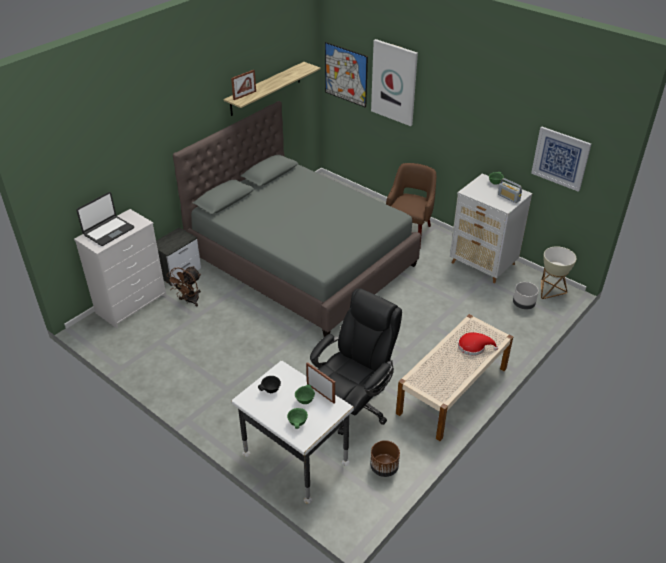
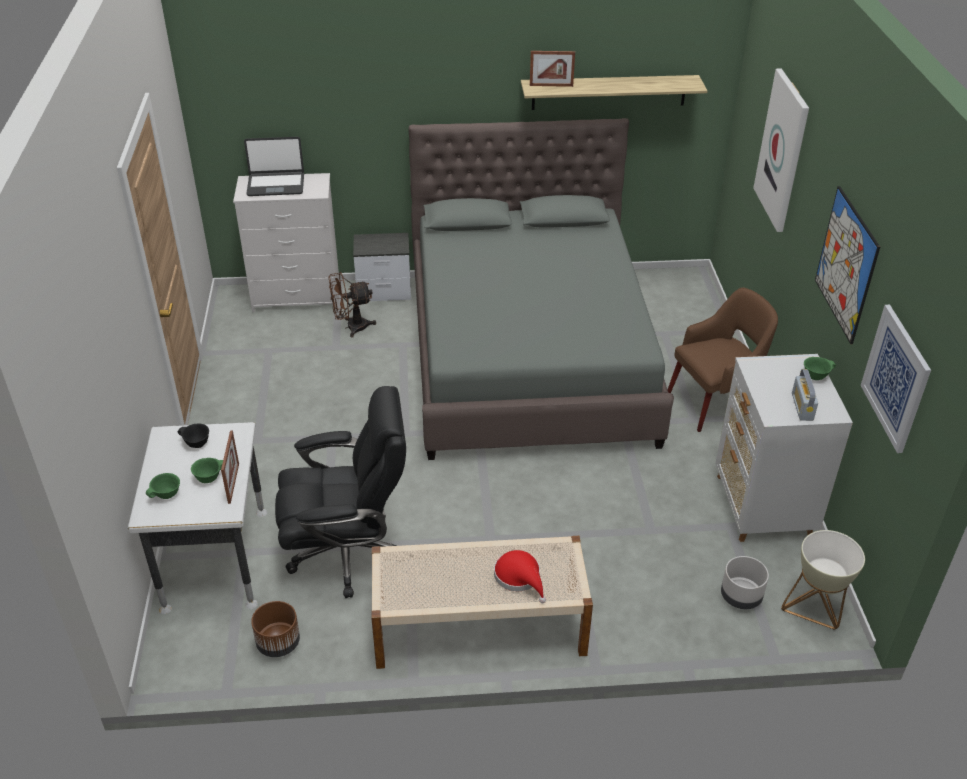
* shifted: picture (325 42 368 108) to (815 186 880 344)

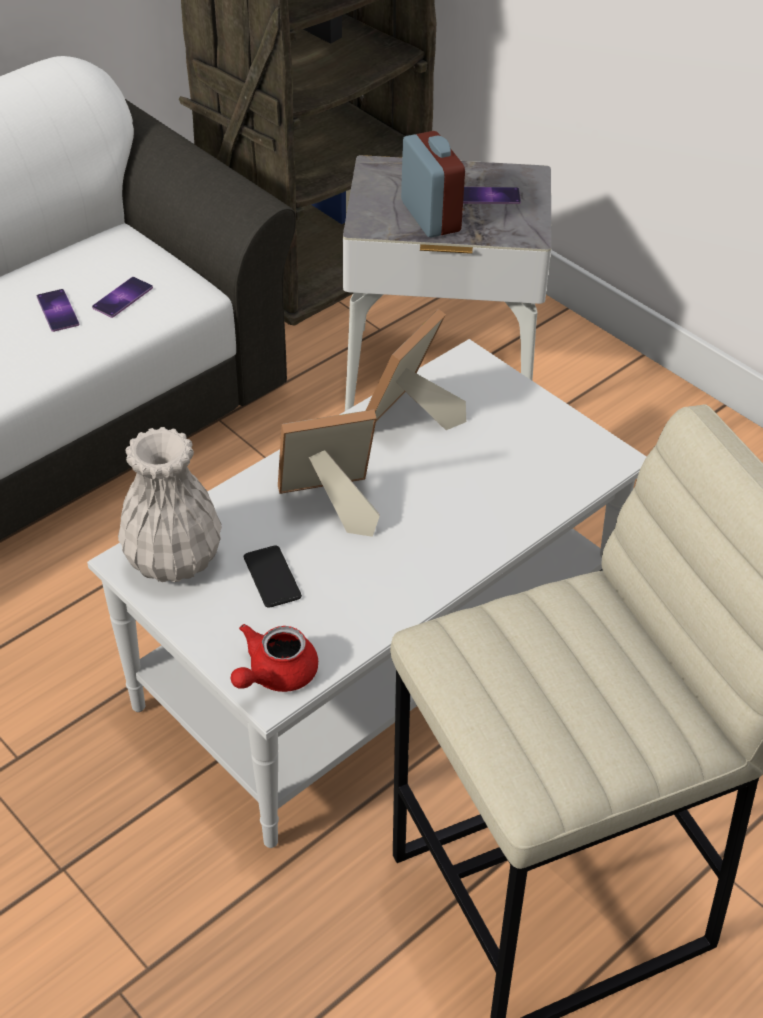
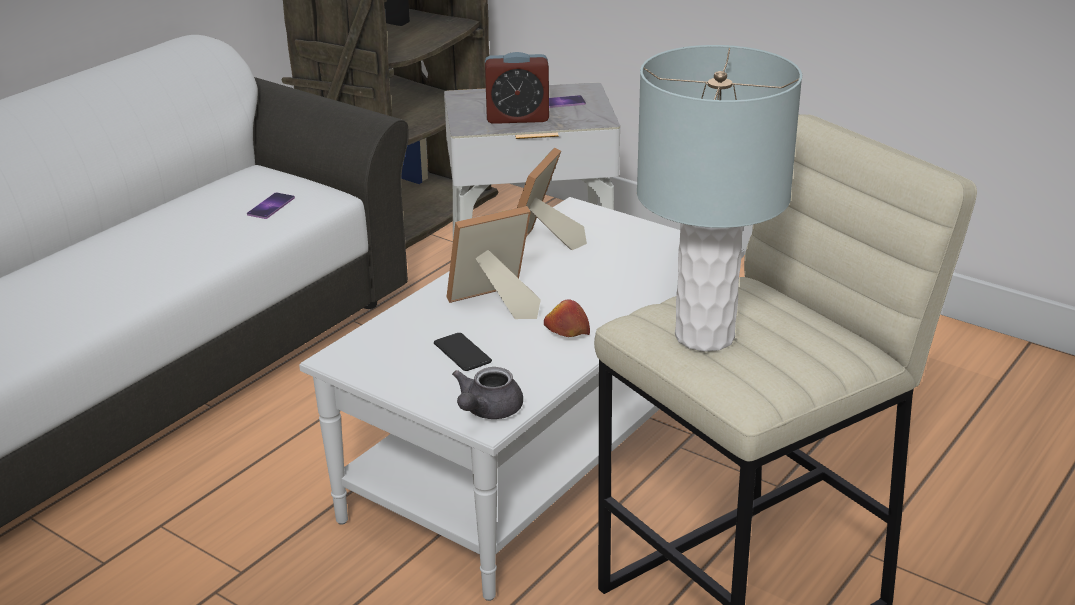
* gone: phone (37 289 80 332)
* gone: vase/white (118 427 222 582)
* new: apple (544 300 590 337)
* new: table lamp/grey (637 45 802 352)
* repainted: teapot/red (231 624 318 692) to teapot/grey (452 367 523 419)
* rotated: alarm clock (401 131 465 238) = (485 52 549 124) 120 degrees clockwise

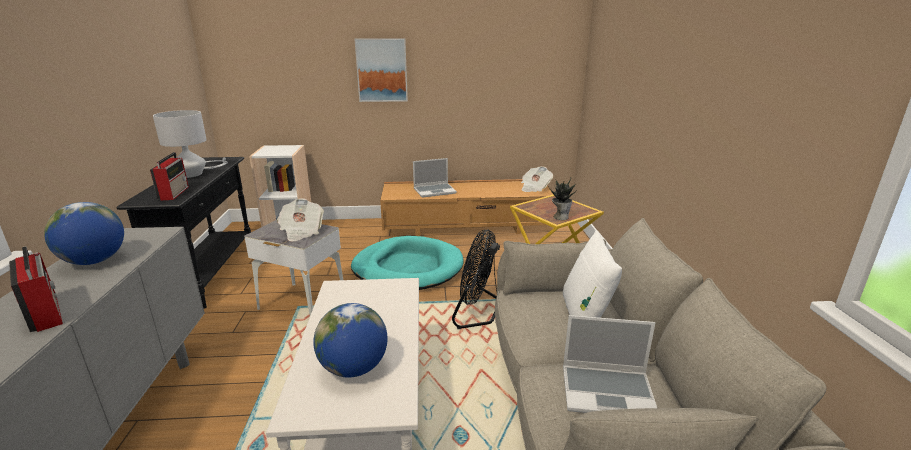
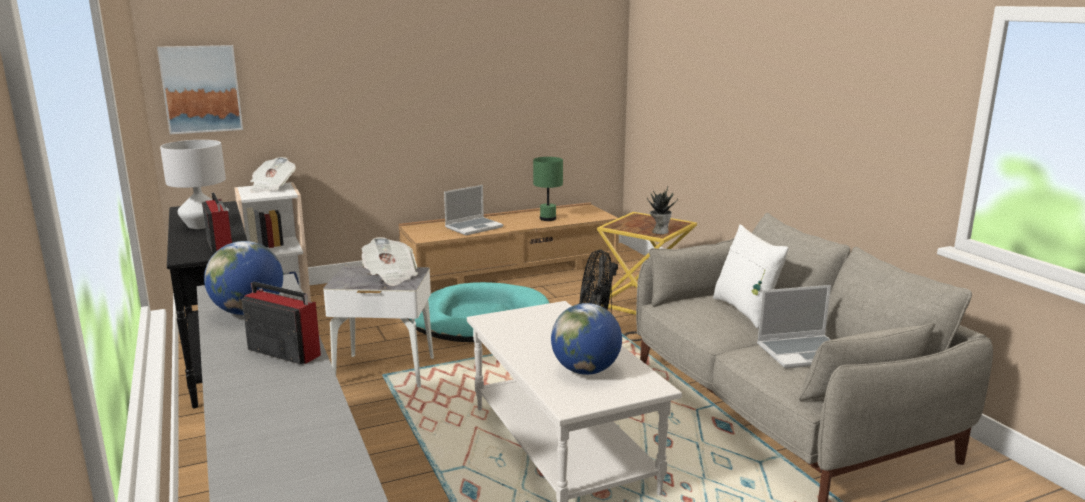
* new: table lamp/green (533 157 563 221)
* shifted: picture (355 38 408 102) to (157 45 243 134)
* shifted: newspaper (521 166 553 192) to (250 157 296 193)

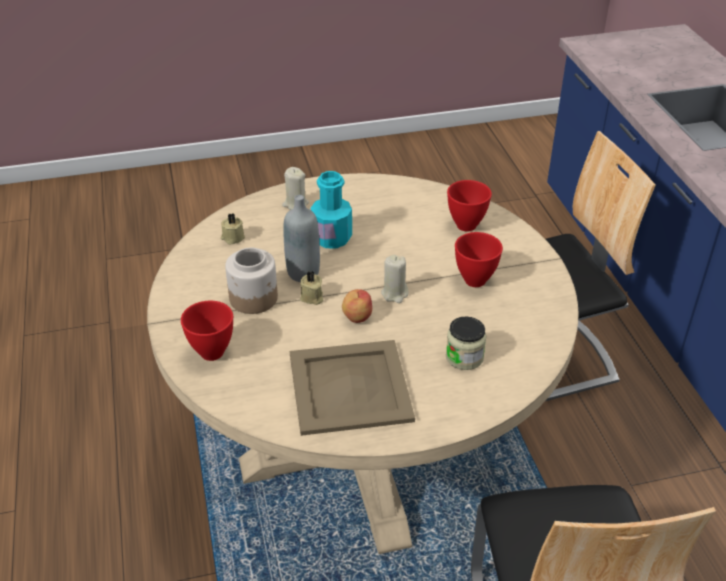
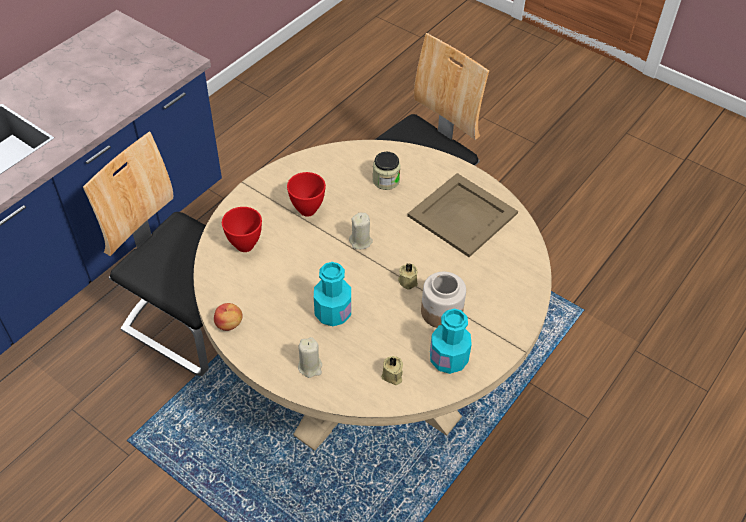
* gone: bowl/red (181 301 233 361)
* gone: bottle/grey (283 195 320 282)
* new: bottle/turquoise (430 309 472 374)
* shifted: apple (342 289 372 323) to (214 303 243 331)

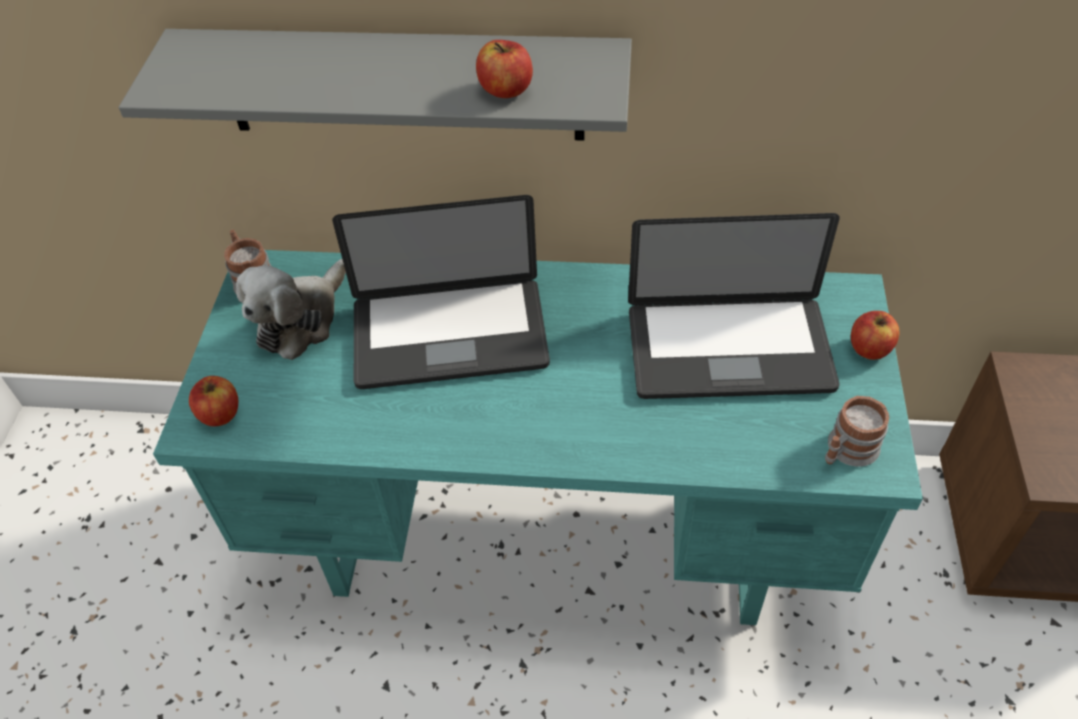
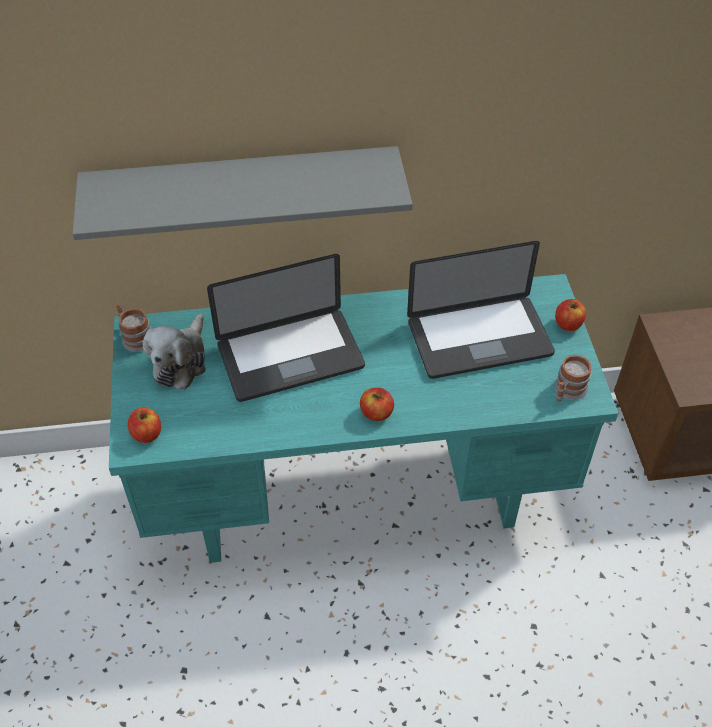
* shifted: apple (476 40 533 98) to (360 388 394 421)

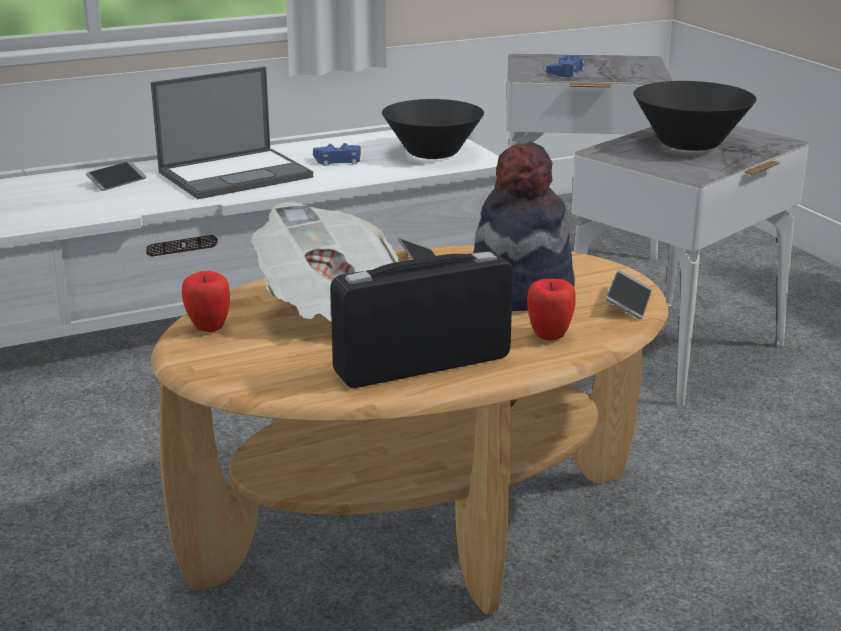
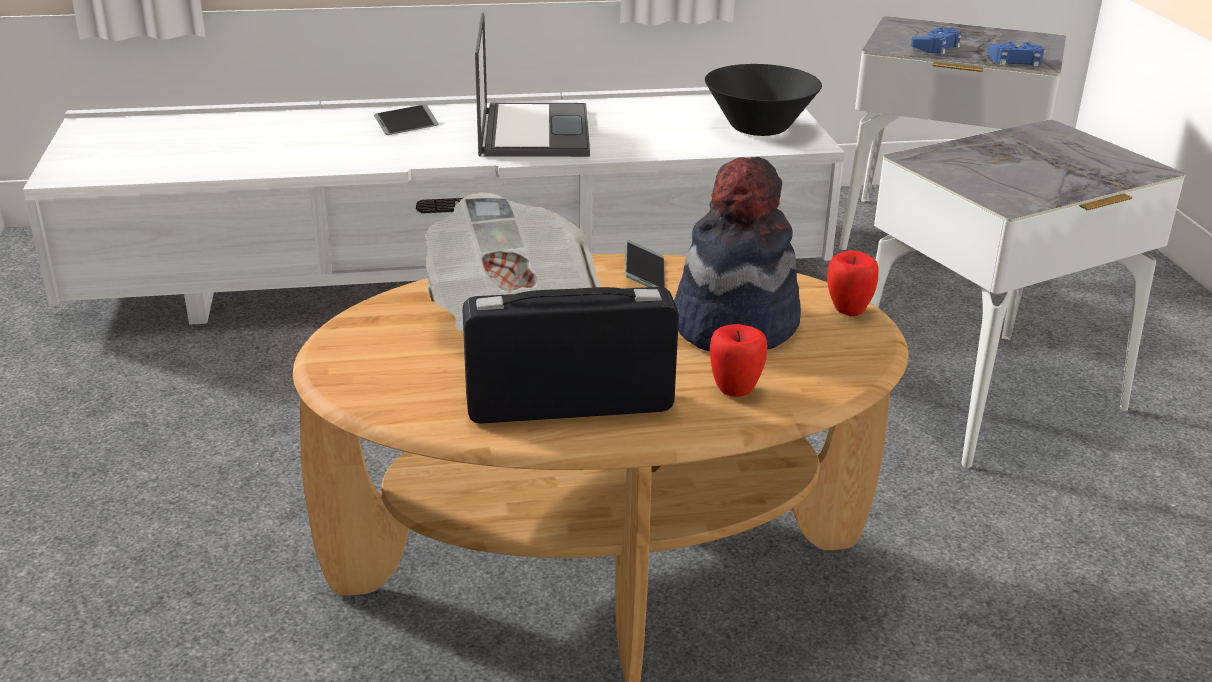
* gone: phone (606 270 652 319)
* gone: bowl/black (633 81 757 151)
* shifted: apple (182 271 230 332) to (827 250 879 316)
* shifted: game controller/blue (313 143 360 166) to (987 41 1045 67)
* rotated: laptop (151 67 313 199) = (475 13 590 157) 75 degrees counterclockwise

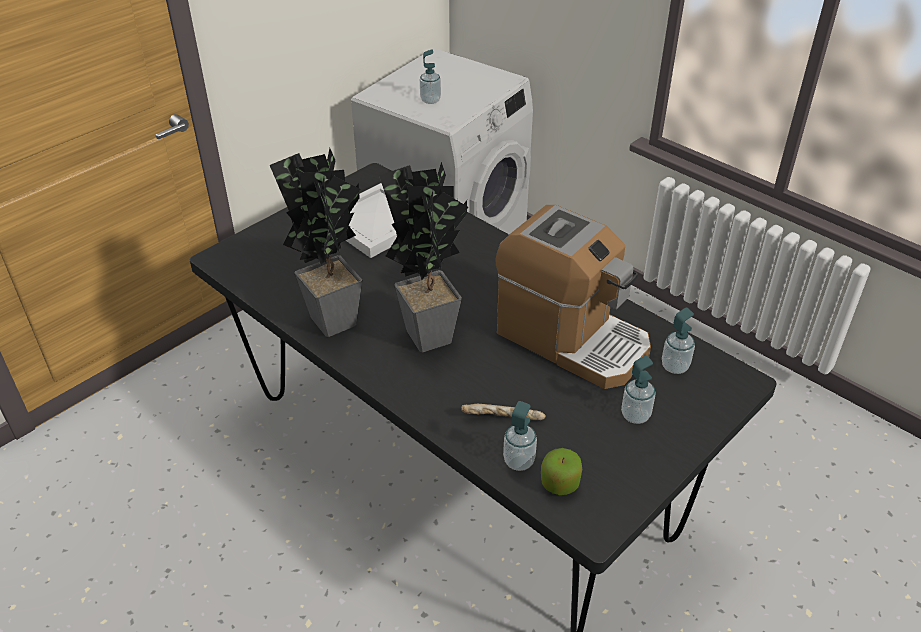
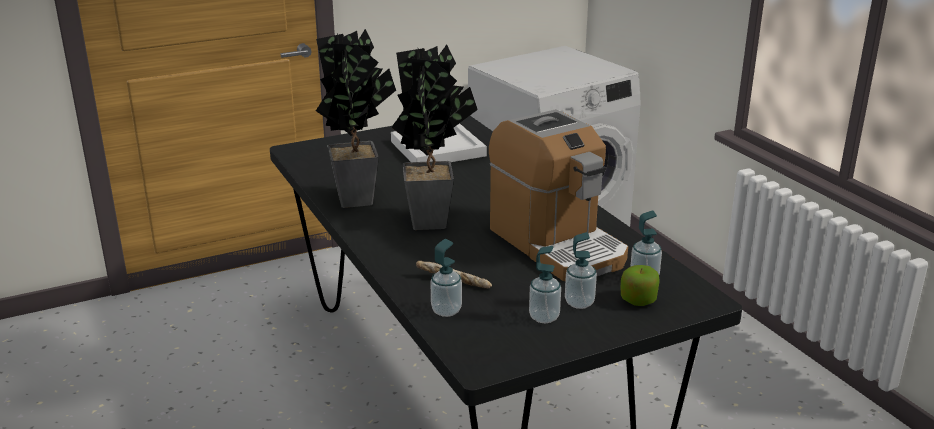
* shifted: soap dispenser (420 49 441 104) to (529 246 561 323)
* shifted: apple (541 448 582 495) to (621 265 660 306)

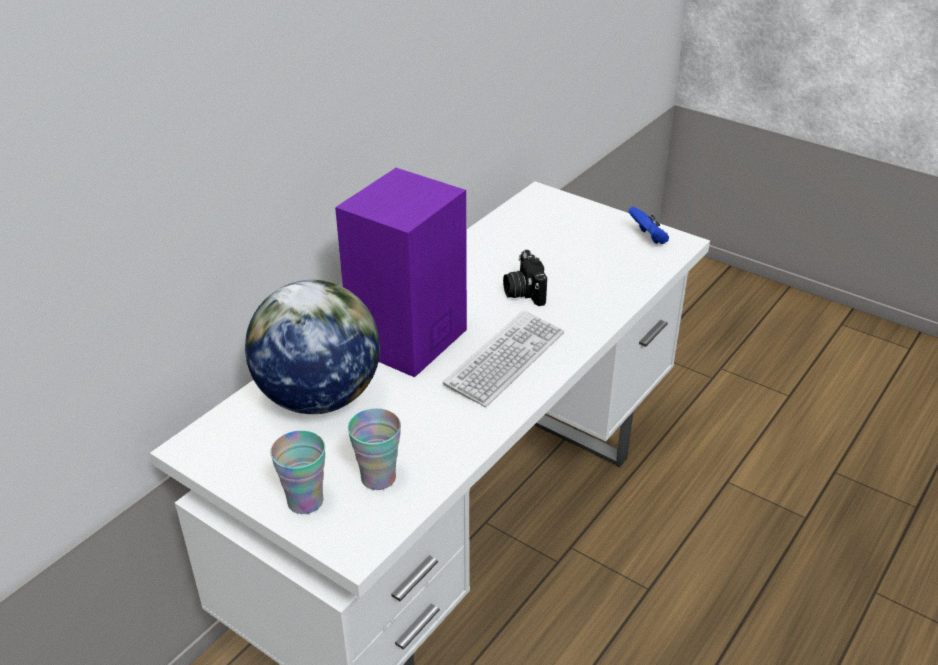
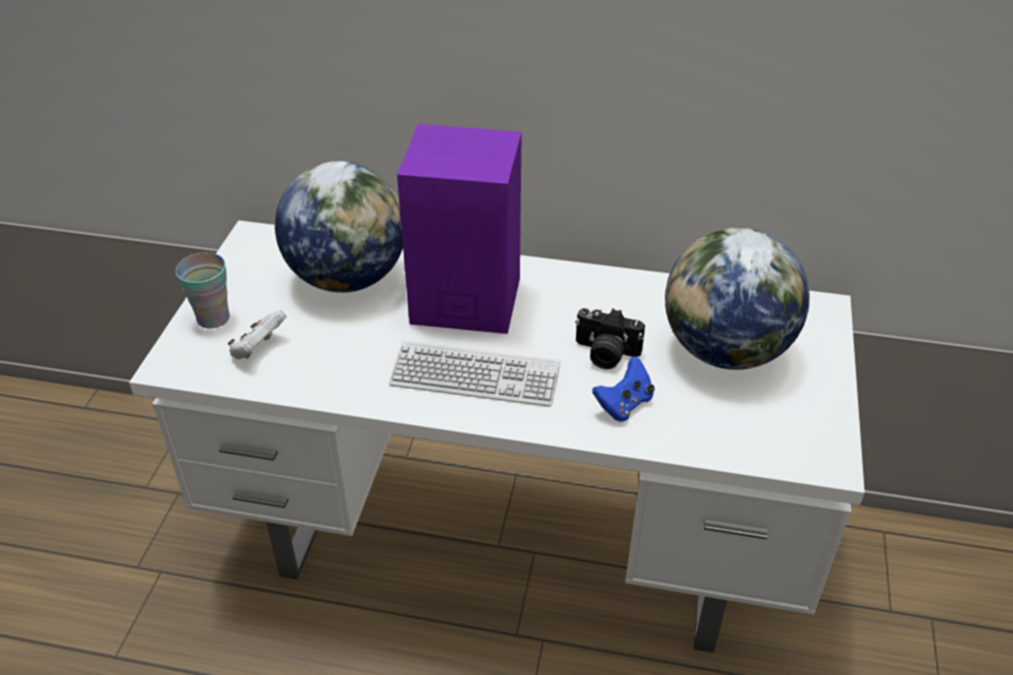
* new: globe (665 227 809 370)
* shifted: game controller/blue (628 207 669 244) to (592 356 655 422)
* swapped: cup (348 408 401 490) to game controller/white (228 310 286 359)
* rotated: photo camera (503 250 547 306) = (575 308 645 369) 120 degrees counterclockwise

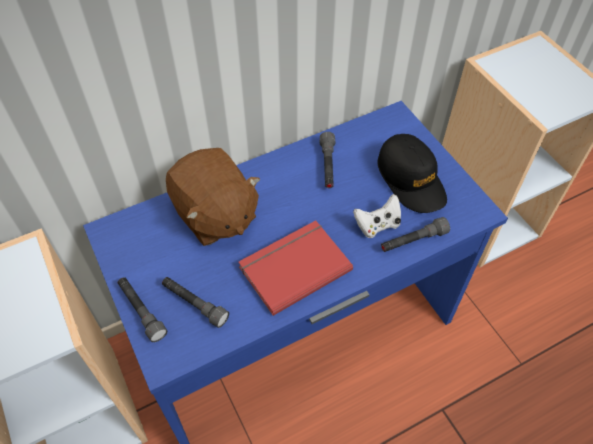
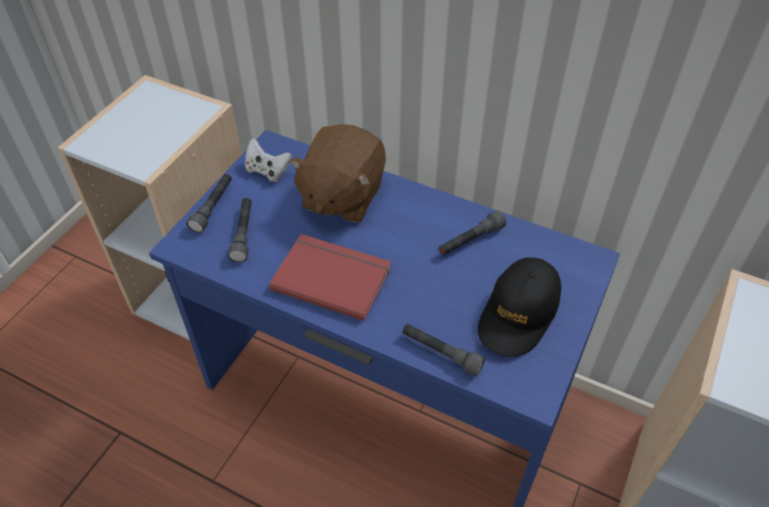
* shifted: game controller/white (353 194 401 238) to (245 138 292 182)

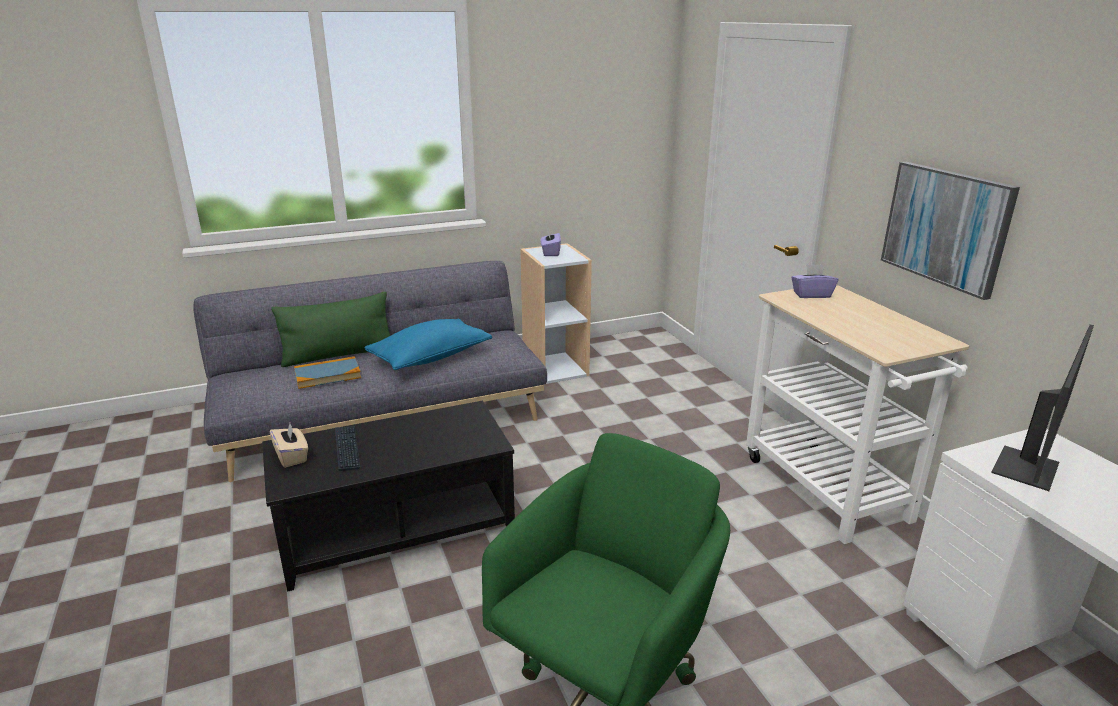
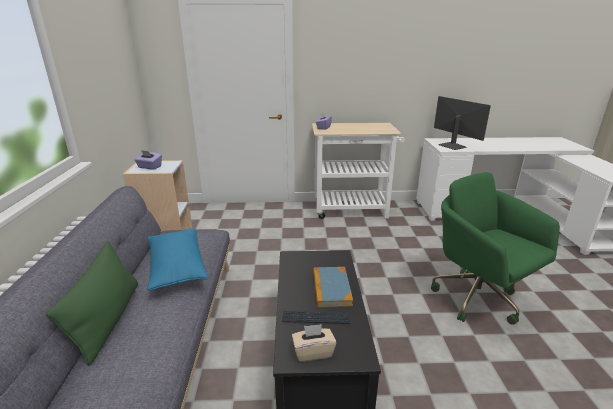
* gone: picture (881 162 1020 300)
* shifted: book (294 356 361 389) to (313 267 353 308)

